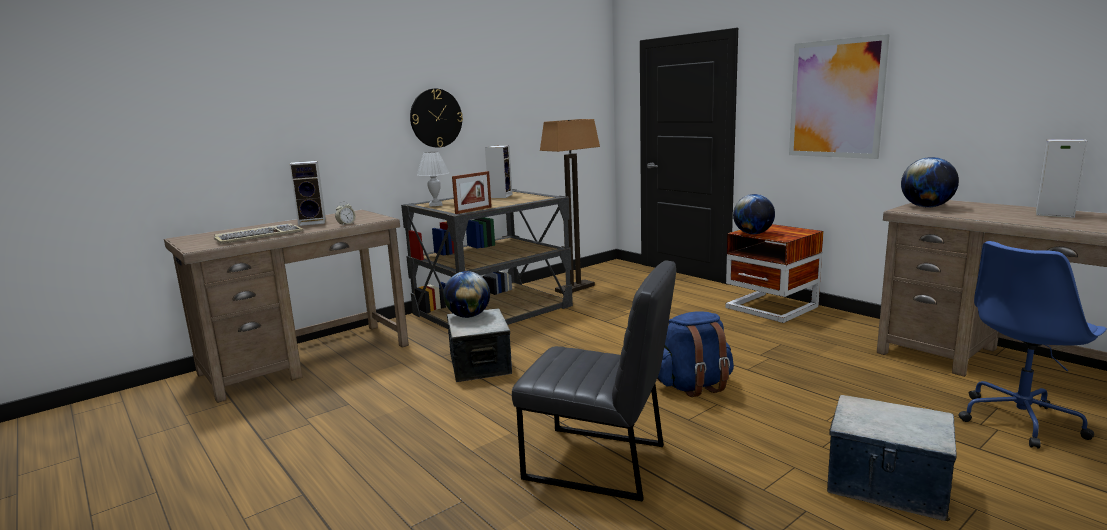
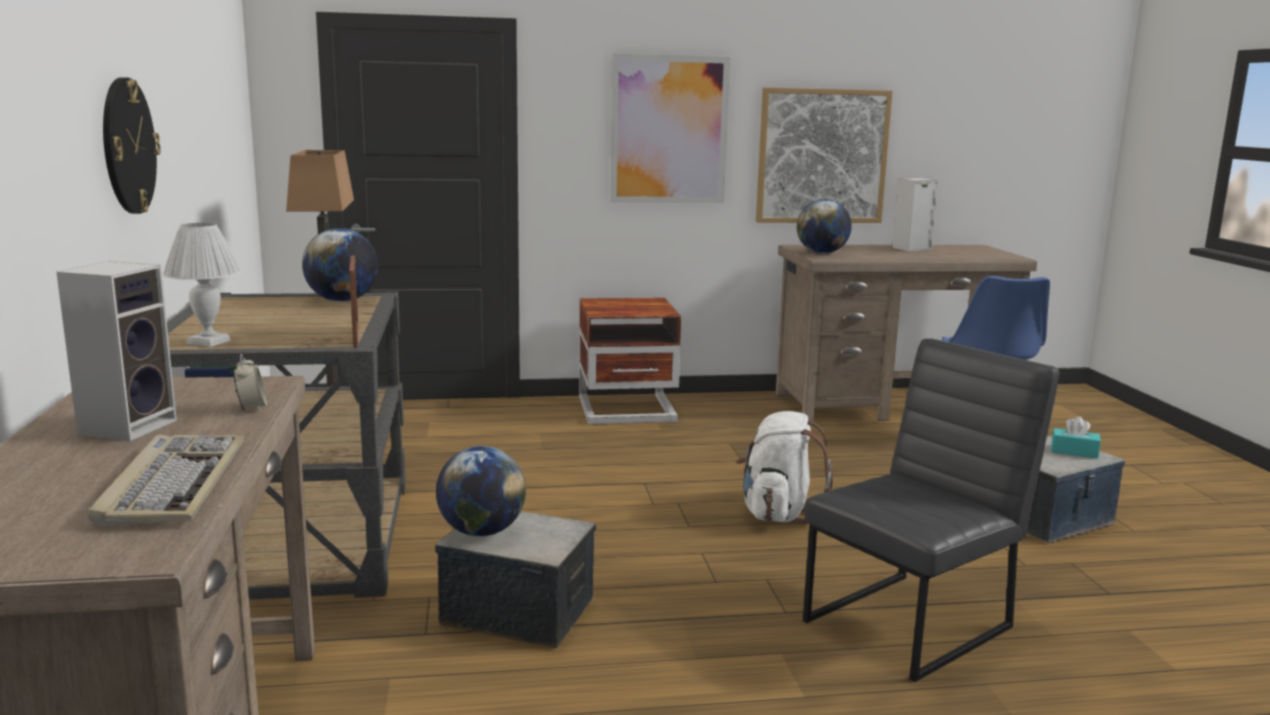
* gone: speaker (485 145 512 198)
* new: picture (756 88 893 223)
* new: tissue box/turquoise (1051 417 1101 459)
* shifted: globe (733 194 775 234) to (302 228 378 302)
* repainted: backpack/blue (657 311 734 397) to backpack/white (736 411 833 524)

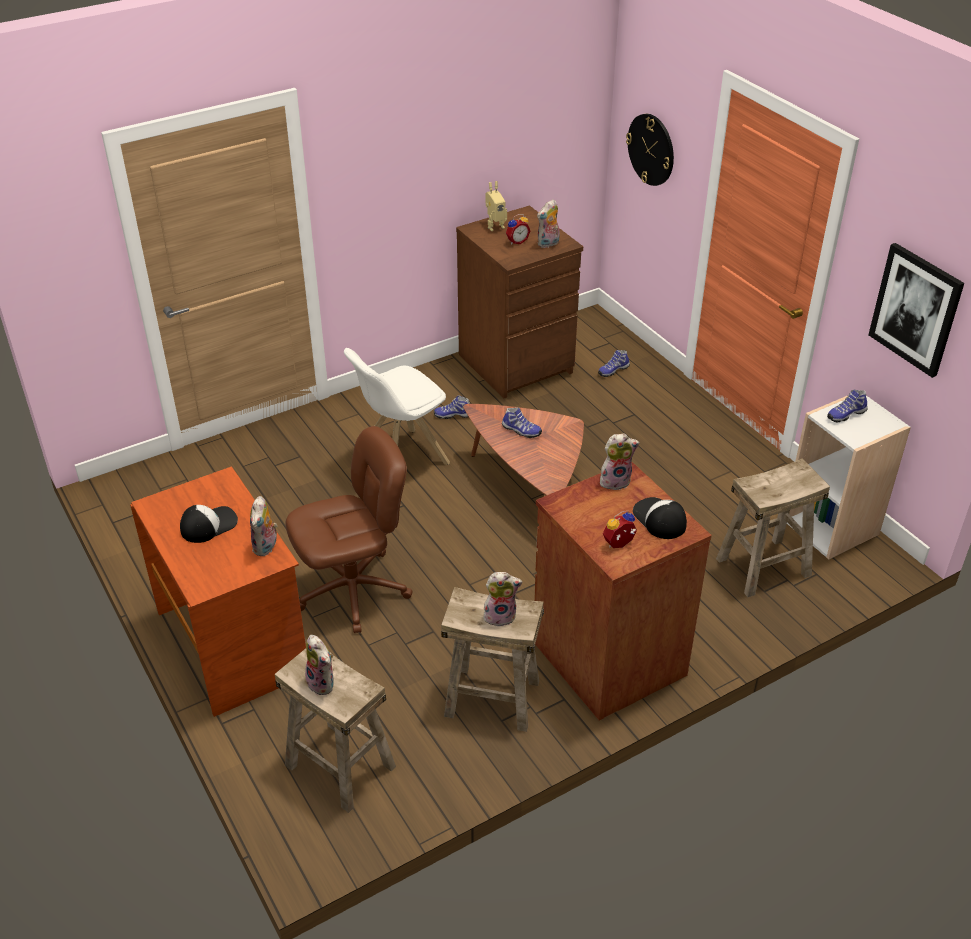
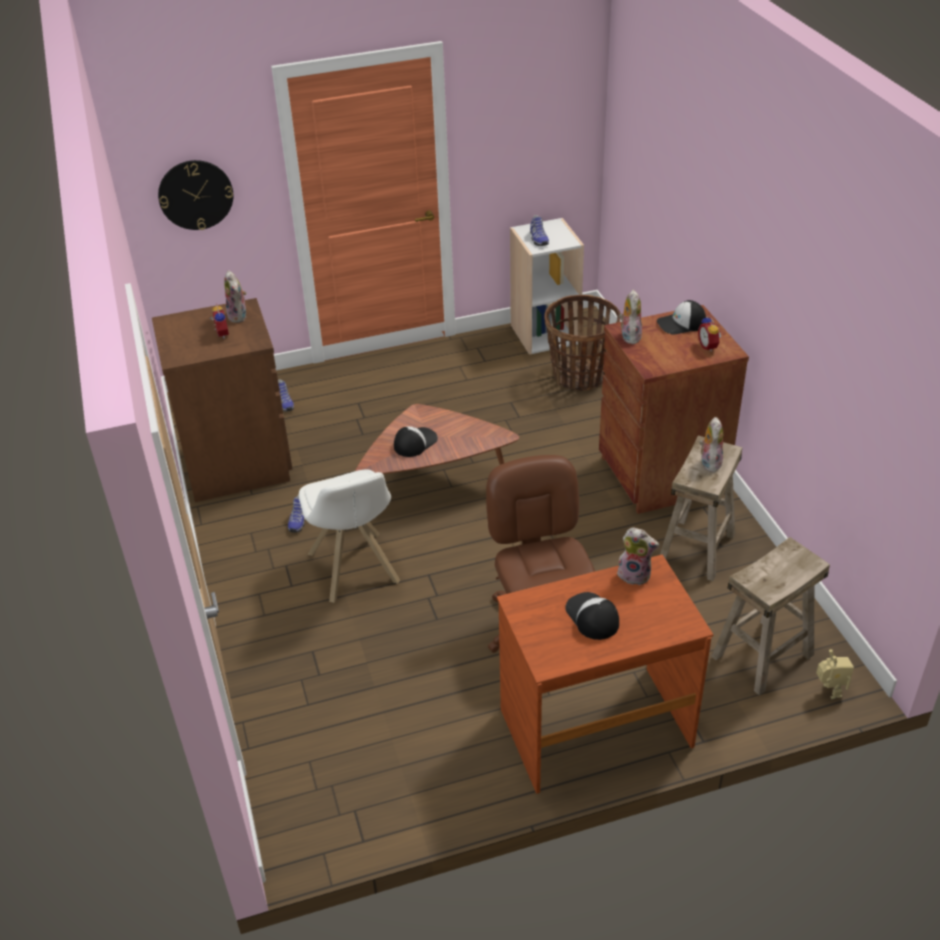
* gone: plush toy (305 635 333 695)
* gone: picture (868 243 964 378)
* shifted: toy robot (486 181 507 231) to (816 649 854 699)
* swapped: shoe (502 408 542 438) to cap (394 426 438 457)
* swapped: stool/beige (716 459 830 597) to basket (544 295 621 391)

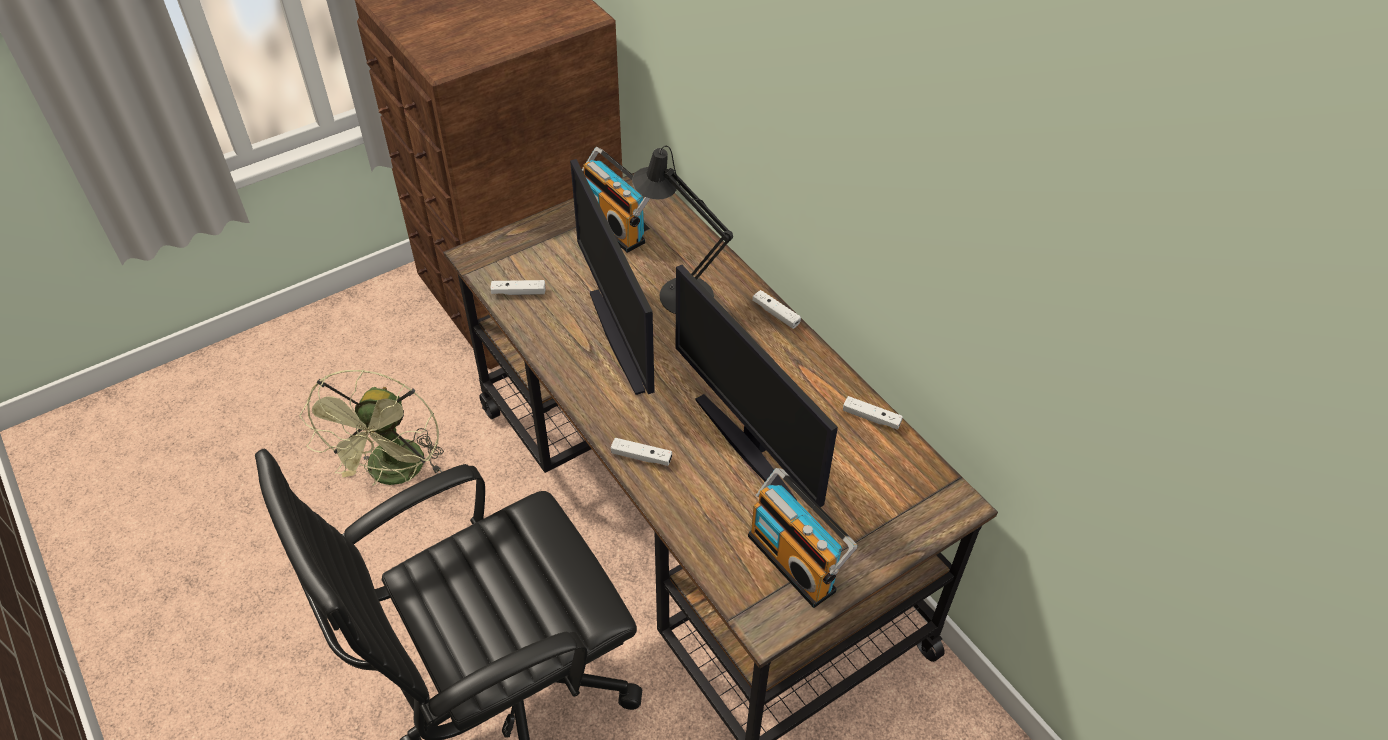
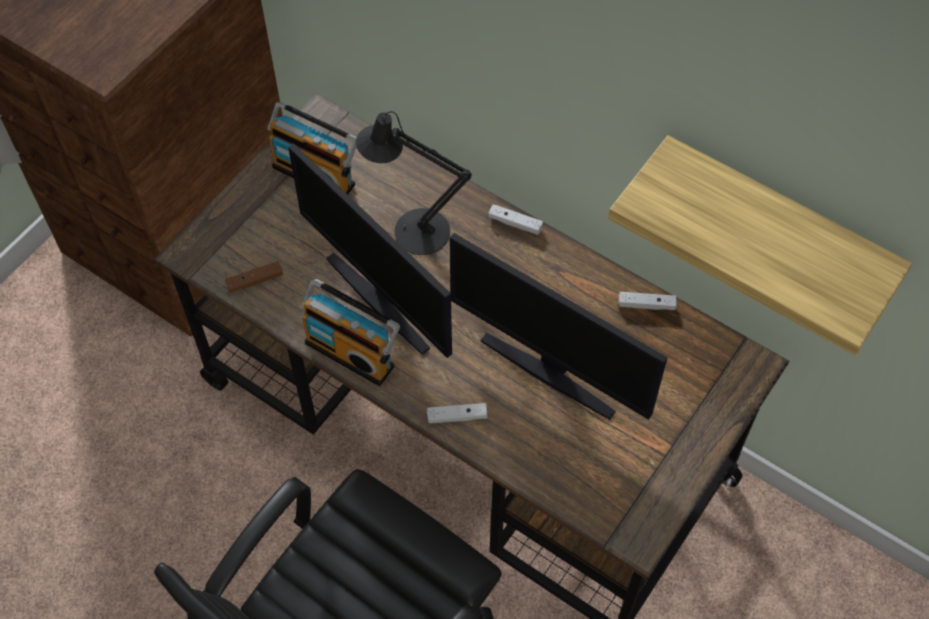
* gone: fan/green (299 369 444 486)
* new: shelf (608 135 912 356)
* shifted: radio (748 468 857 608) to (301 279 400 386)
* repainted: game controller/white (490 280 545 295) to game controller/brown (225 261 283 293)

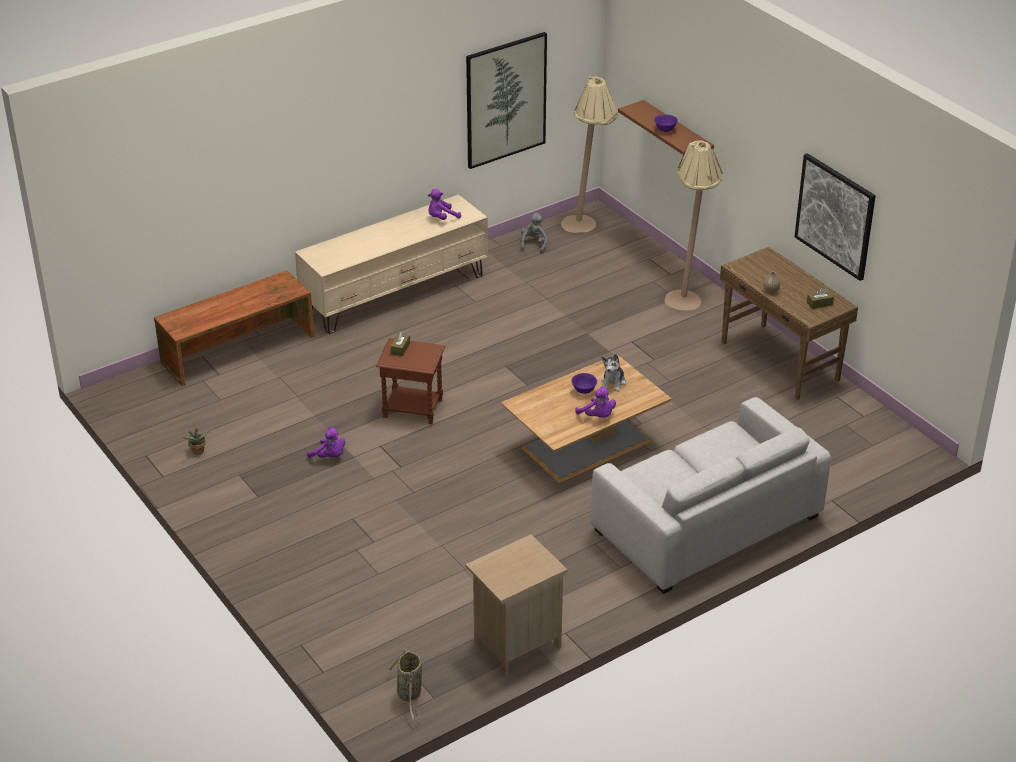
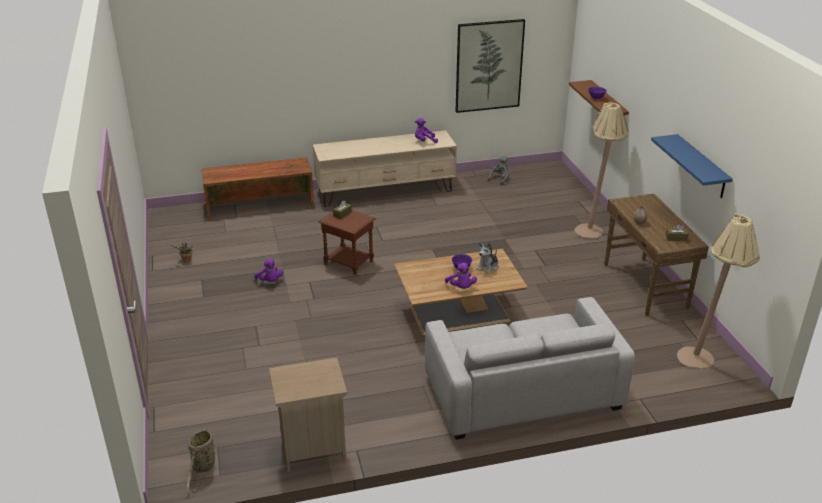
* shifted: floor lamp/beige (561 76 618 233) to (677 213 760 369)
* swapped: picture (794 153 876 281) to shelf/blue (651 134 733 198)

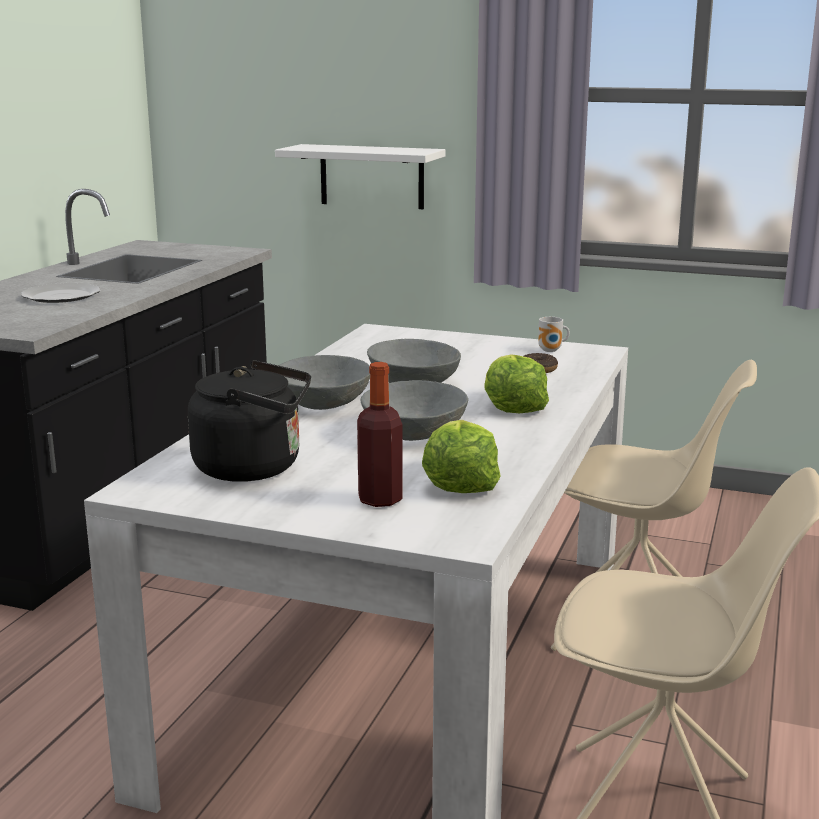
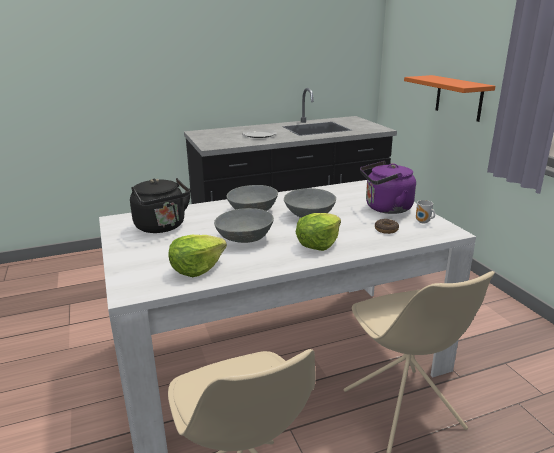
* gone: bottle (357 362 403 507)
* new: kettle/purple (360 161 416 214)
* repainted: shelf/white (275 144 446 209) to shelf/orange (404 75 495 122)

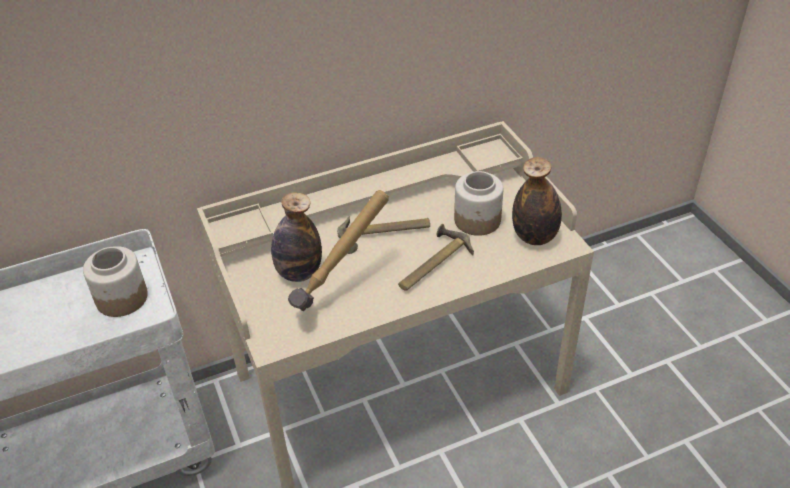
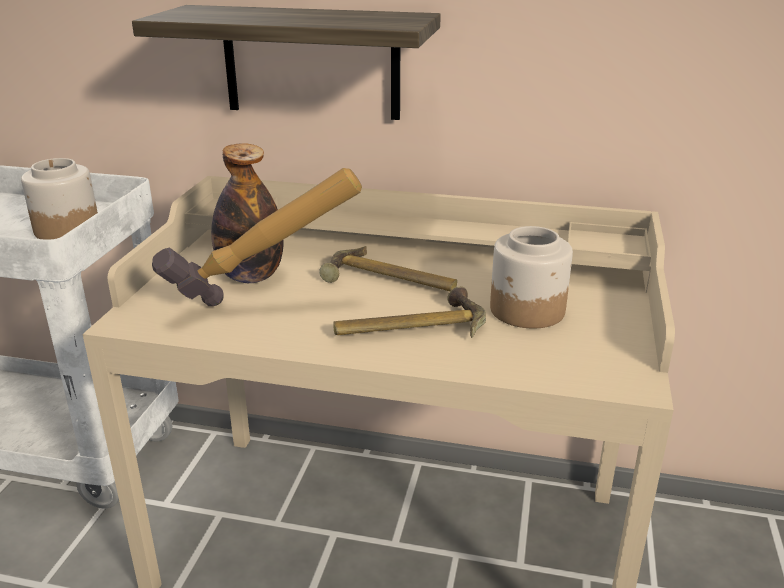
* gone: bottle (512 157 562 245)
* new: shelf (132 5 441 120)

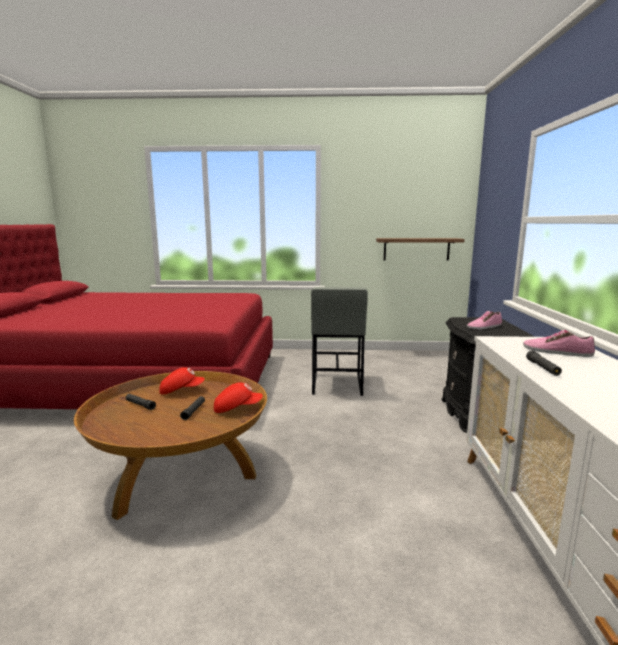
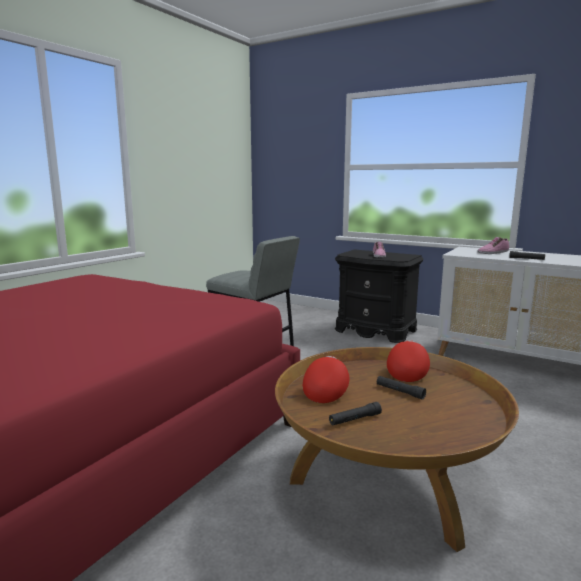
* gone: shelf (376 238 465 261)

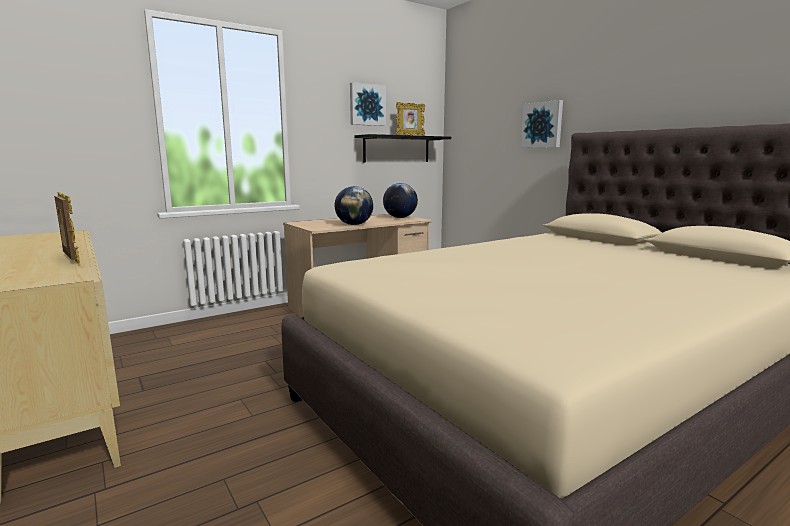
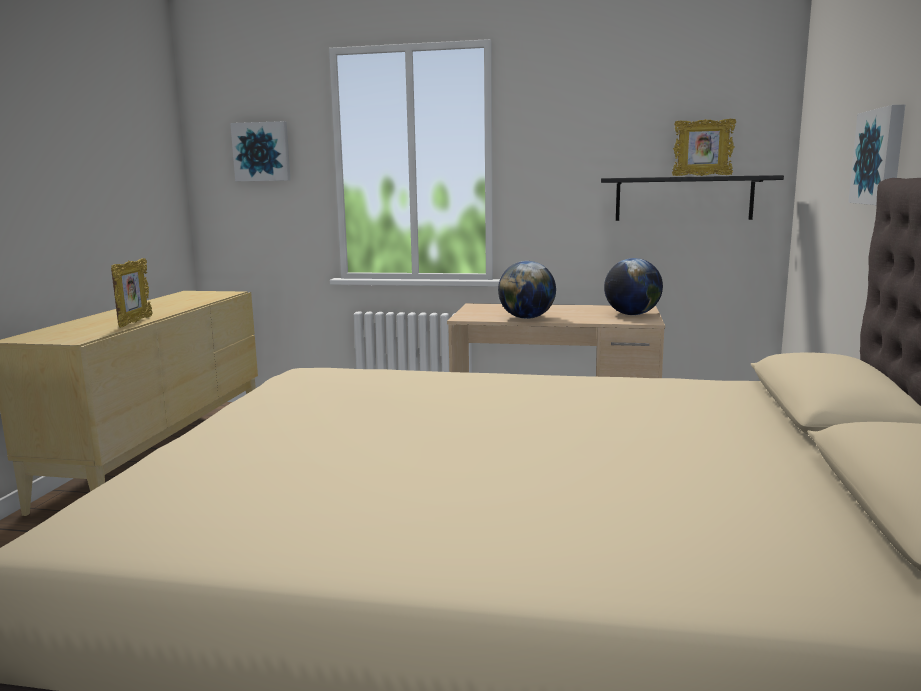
* shifted: picture (350 82 386 126) to (230 121 290 181)

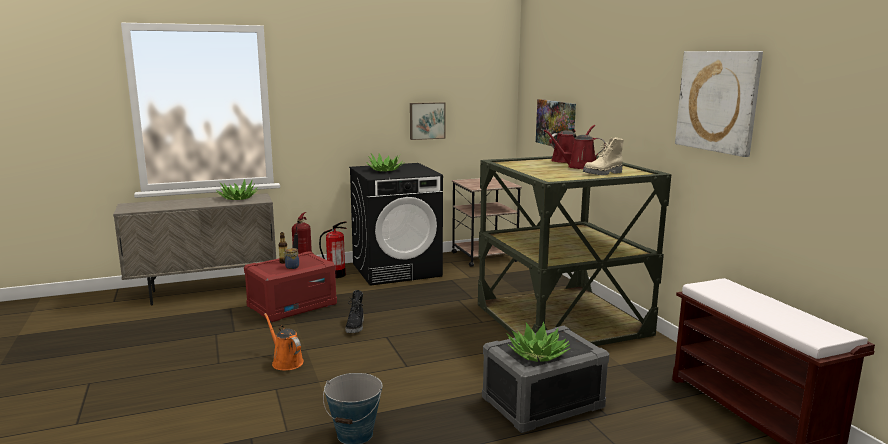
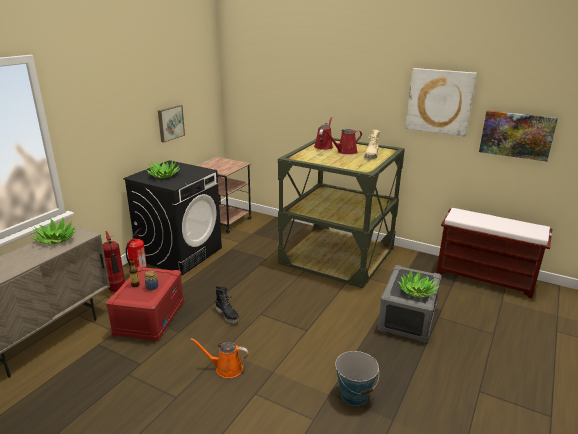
* shifted: picture (536 99 576 146) to (479 110 558 162)

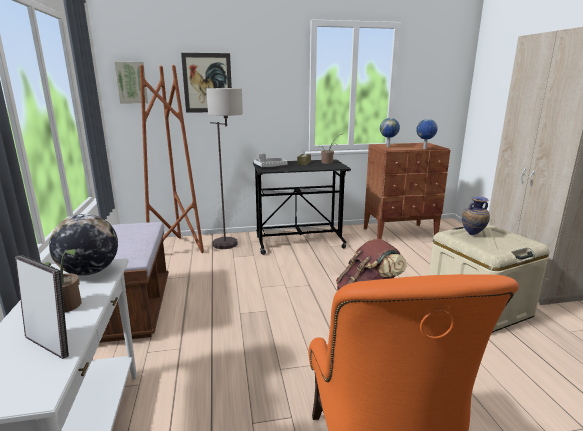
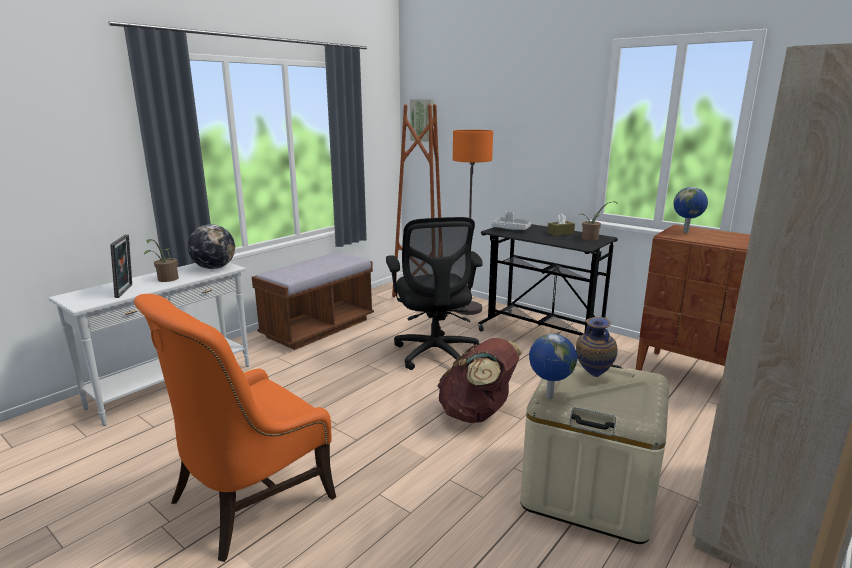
* gone: picture (181 53 232 113)
* new: office chair/black (386 217 483 370)
* shifted: globe (416 119 438 149) to (529 334 577 399)
* repainted: floor lamp/grey (206 88 243 249) to floor lamp/orange (453 130 493 315)

